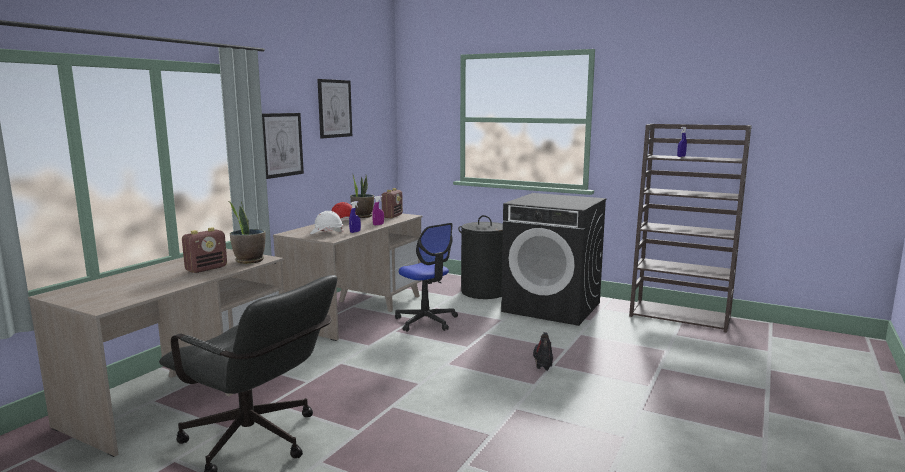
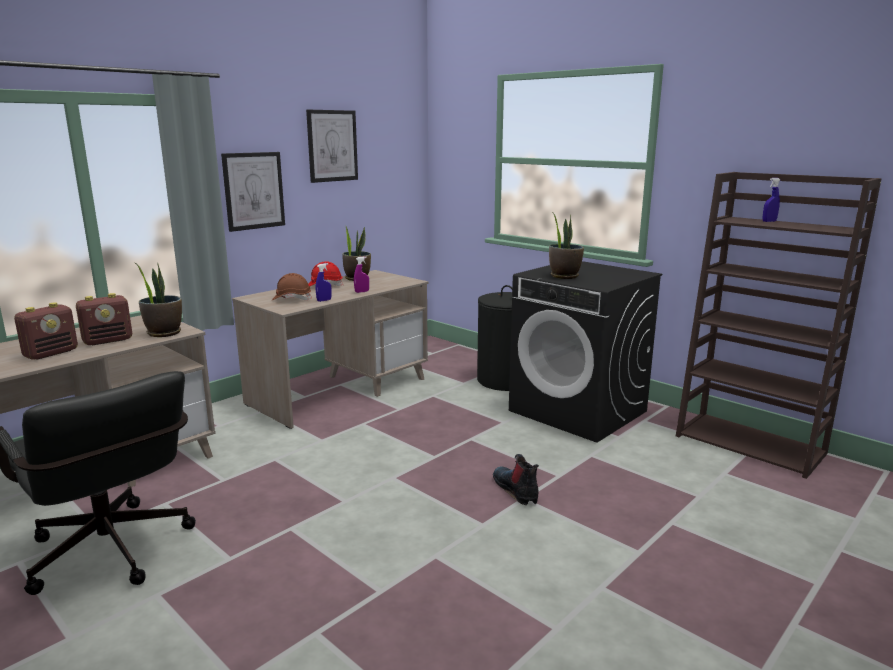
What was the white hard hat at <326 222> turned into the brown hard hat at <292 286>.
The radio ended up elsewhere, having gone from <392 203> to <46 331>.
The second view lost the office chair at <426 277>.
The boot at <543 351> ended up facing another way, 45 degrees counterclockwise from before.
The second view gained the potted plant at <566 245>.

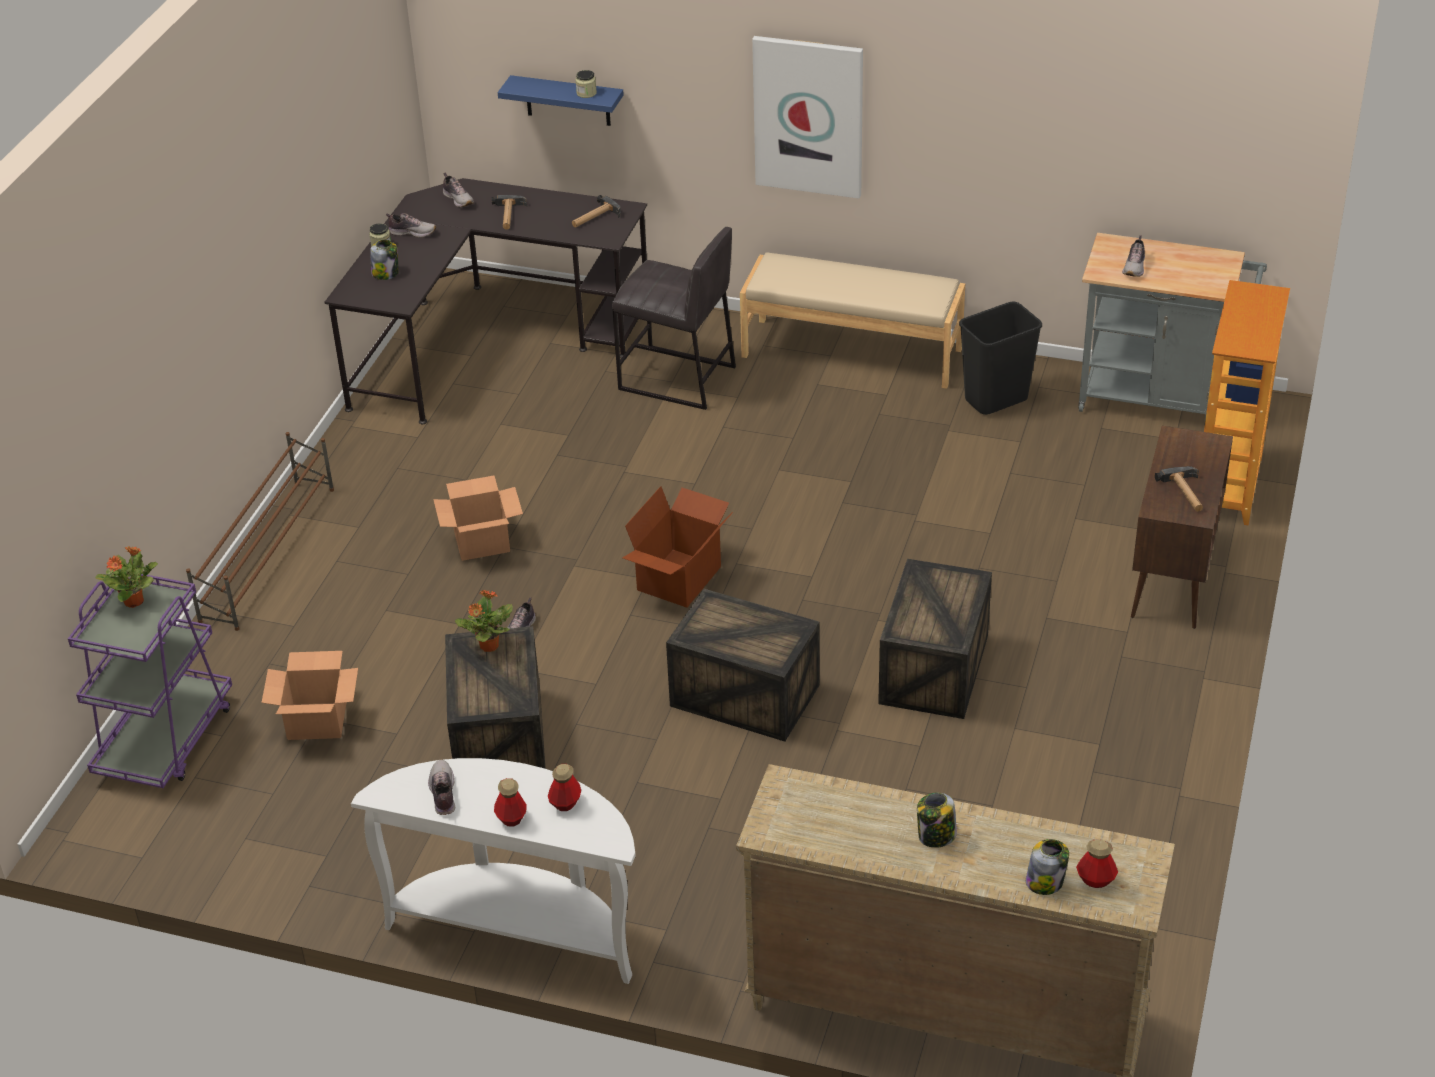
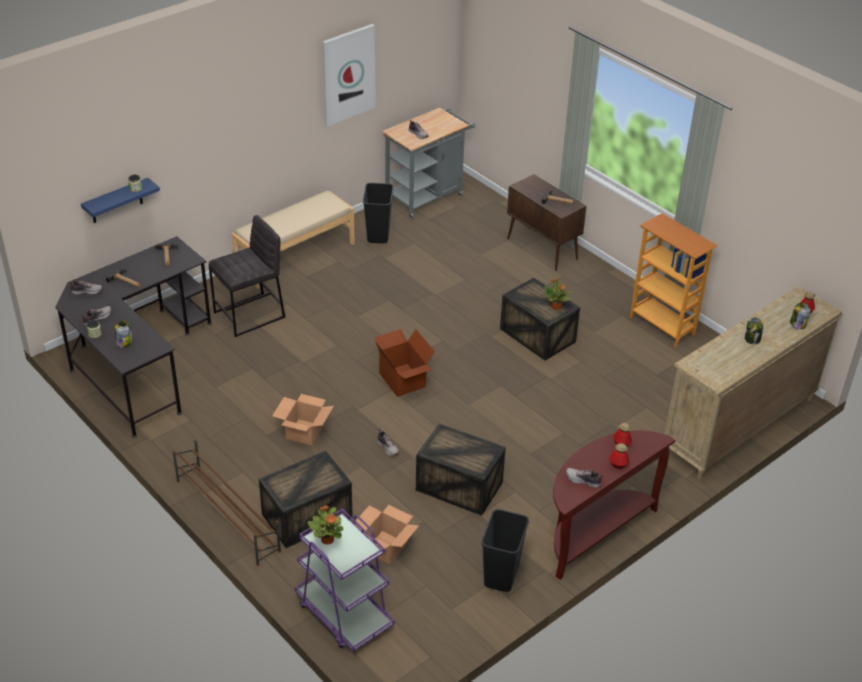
What was the white console table at <493 871> turned into the brown console table at <614 505>.
The potted plant ended up elsewhere, having gone from <484 621> to <558 294>.
The crate ended up elsewhere, having gone from <743 665> to <306 499>.
The picture ended up elsewhere, having gone from <807 117> to <349 75>.
The bookcase ended up elsewhere, having gone from <1247 402> to <674 280>.
The second view gained the black trash can at <505 550>.

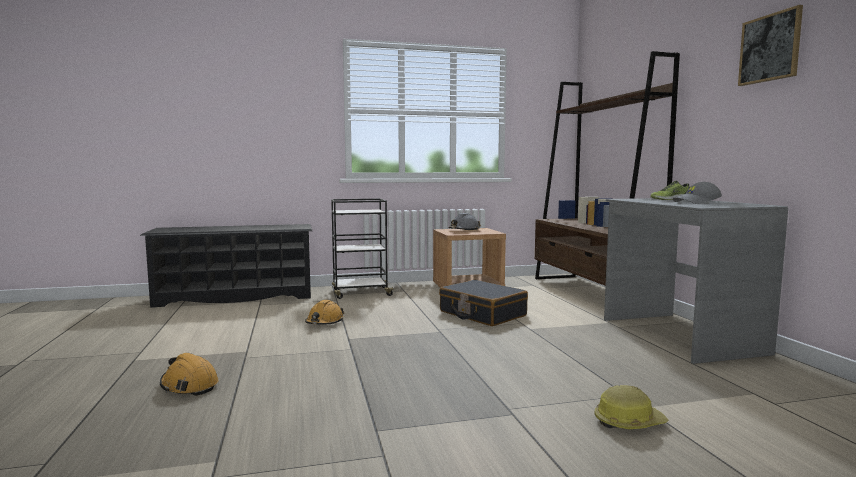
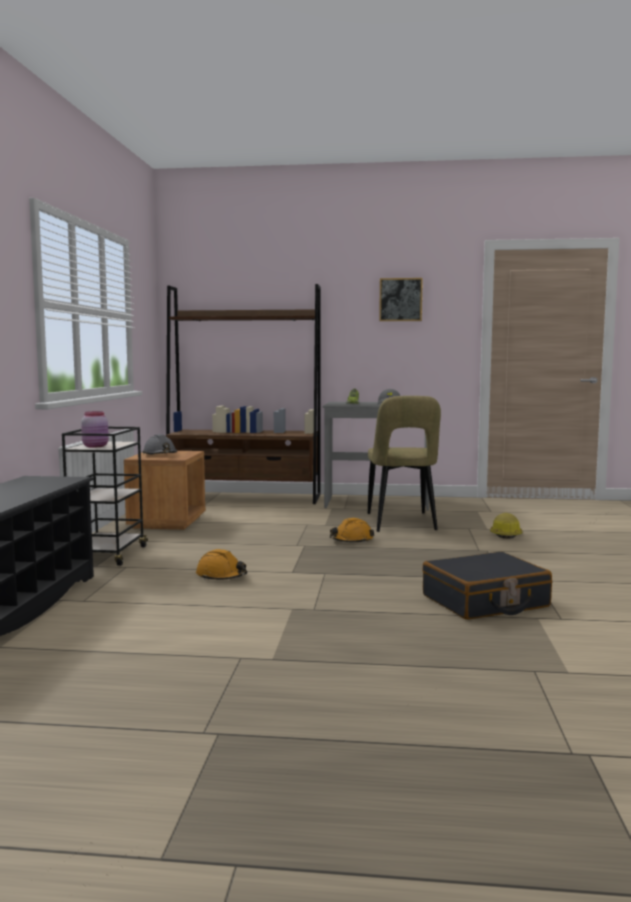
The orange hard hat ended up elsewhere, having gone from <189 374> to <352 530>.
The black suitcase ended up elsewhere, having gone from <483 303> to <487 586>.
The second view gained the pink jar at <95 429>.
The second view gained the beige chair at <404 464>.

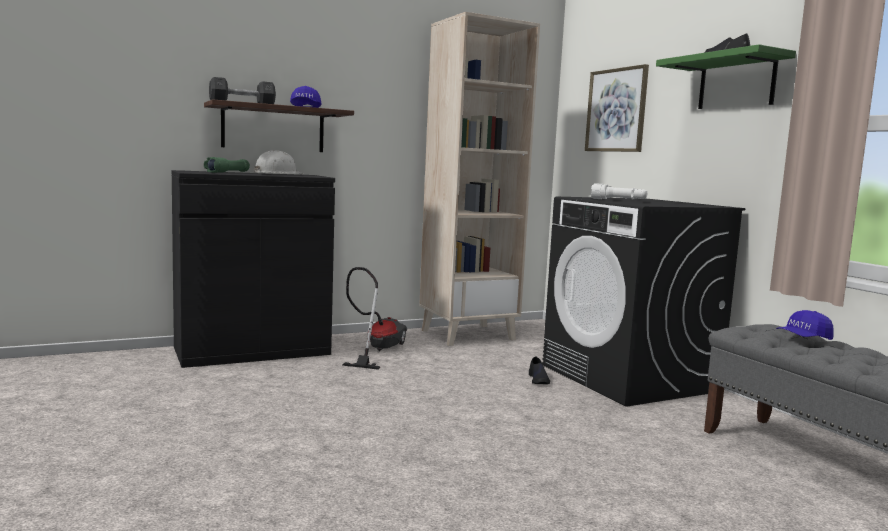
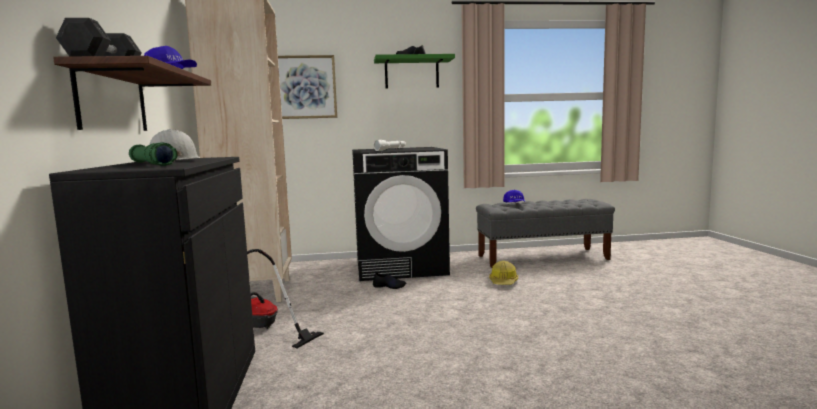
The second view gained the hard hat at <503 273>.

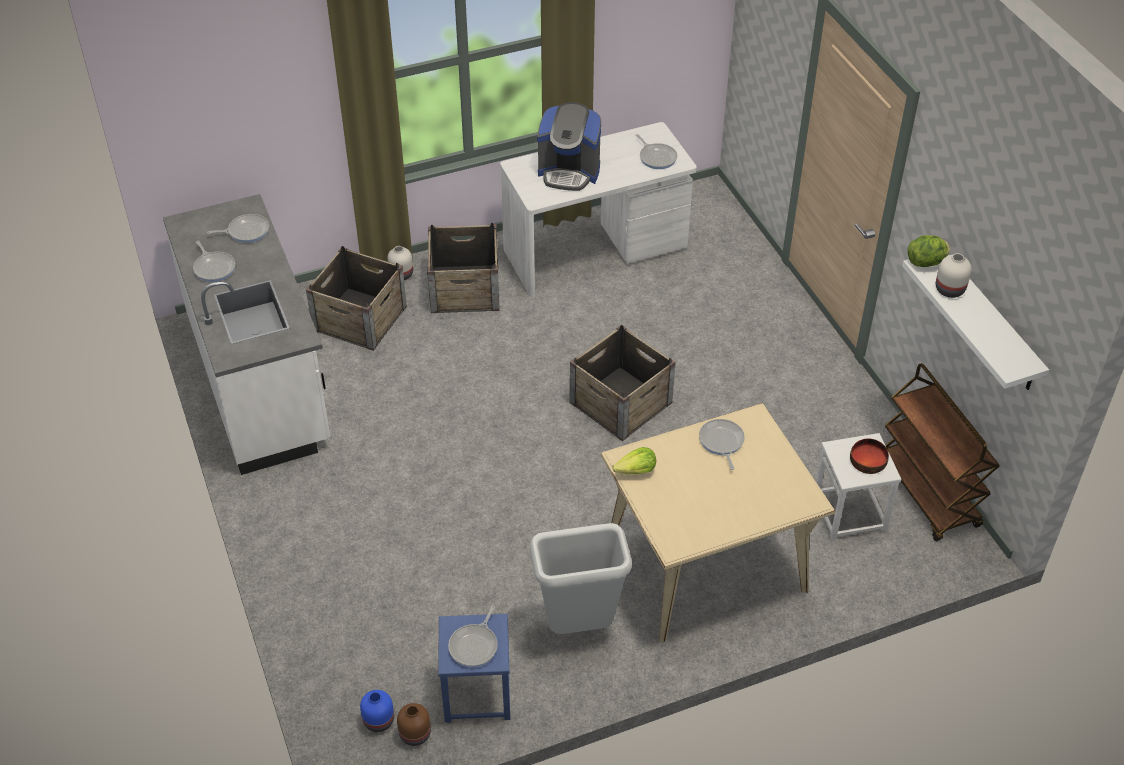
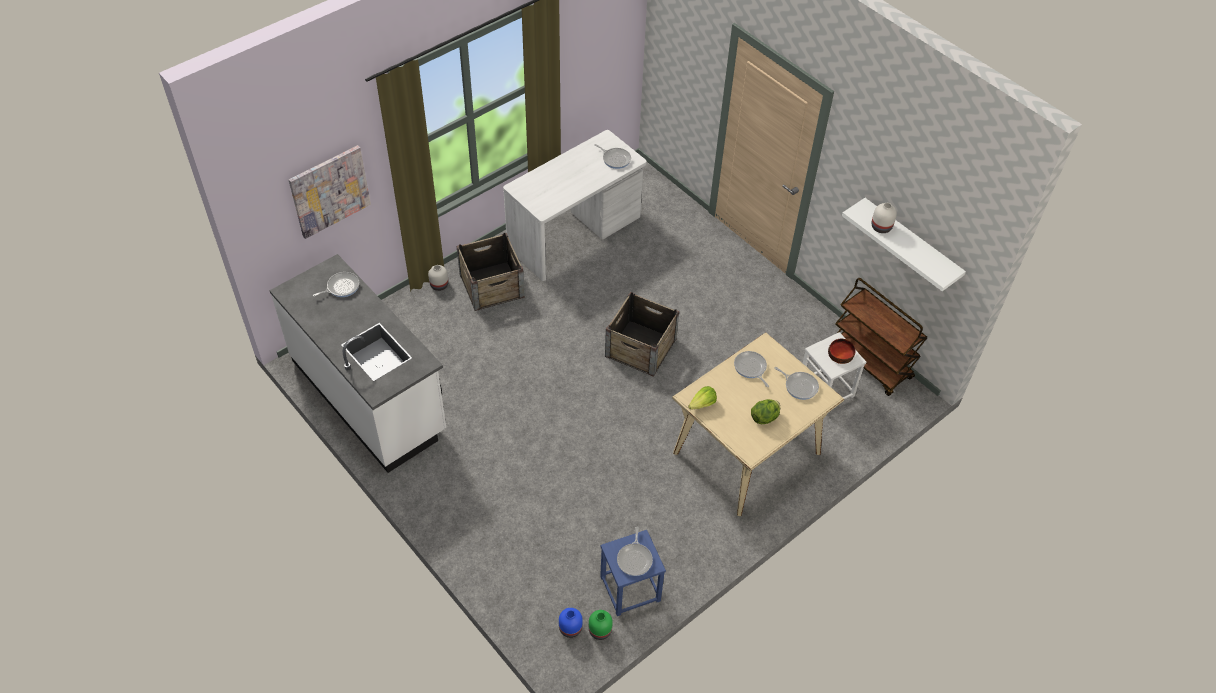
The frying pan ended up elsewhere, having gone from <214 261> to <796 383>.
The second view lost the crate at <356 298>.
What was the brown vase at <414 724> turned into the green vase at <601 625>.
The second view lost the grey trash can at <581 578>.
The second view lost the coffee machine at <569 146>.
The lettuce ended up elsewhere, having gone from <928 251> to <765 411>.
The second view gained the picture at <330 192>.

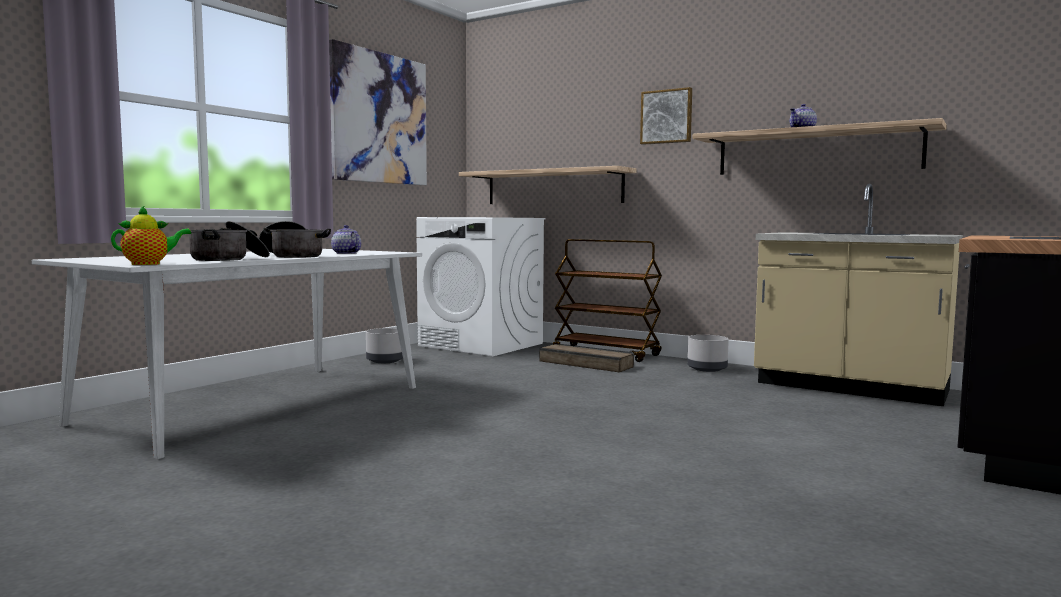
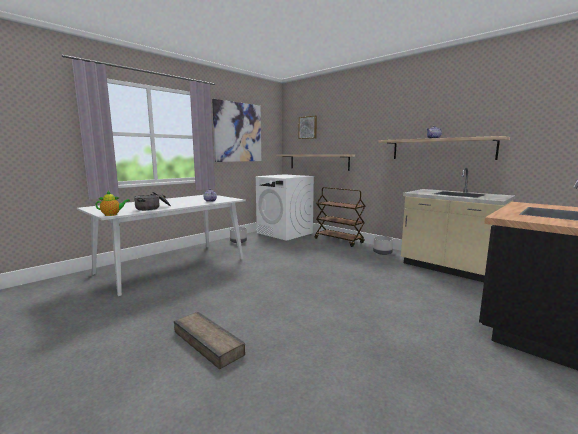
The second view lost the cooking pot at <295 239>.
The crate ended up elsewhere, having gone from <586 358> to <209 340>.
The picture ended up elsewhere, having gone from <666 116> to <308 127>.

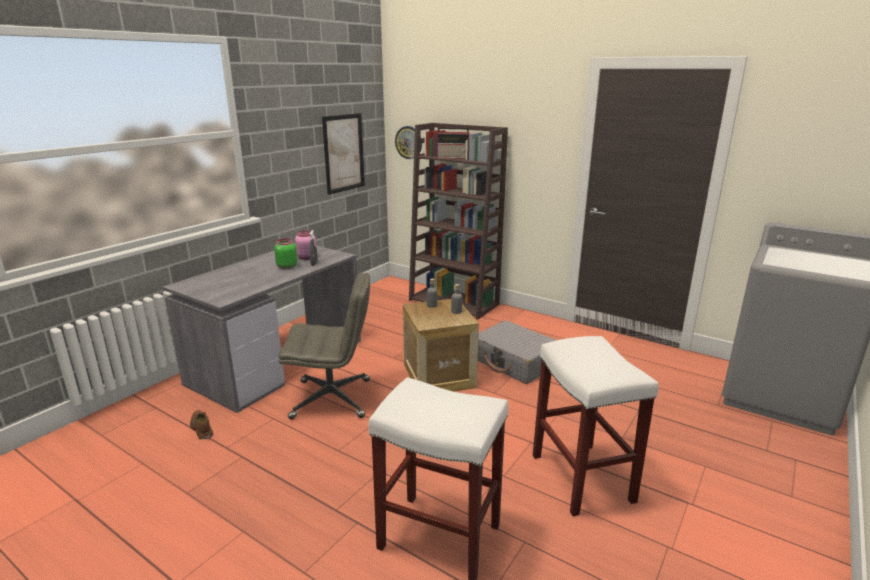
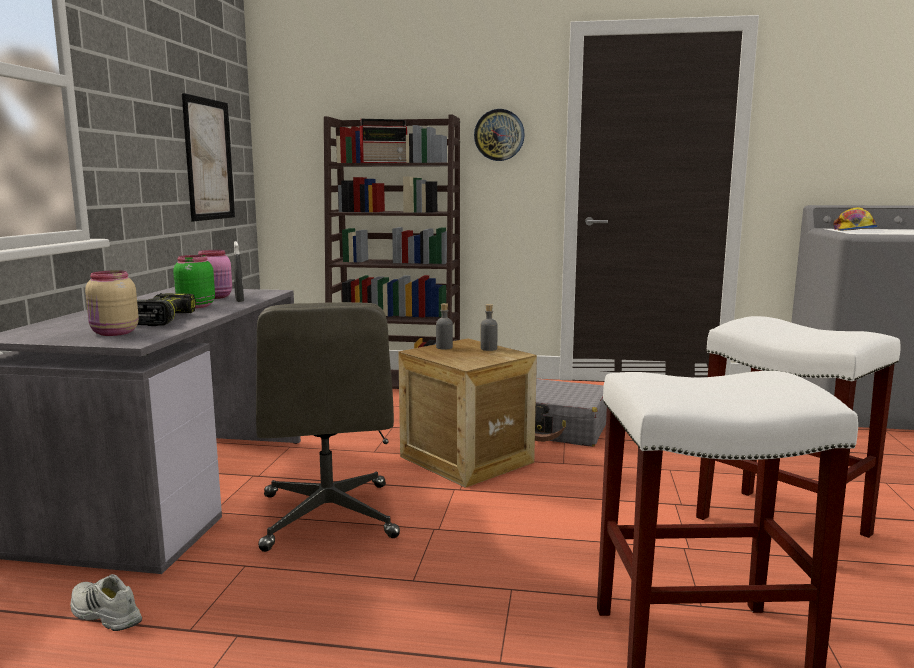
What was the brown shoe at <201 424> turned into the white shoe at <106 602>.
The grey office chair at <324 346> ended up facing another way, 105 degrees clockwise from before.
The wall clock ended up elsewhere, having gone from <408 142> to <499 135>.
The second view gained the beige jar at <112 303>.
The second view gained the power drill at <166 309>.
The second view gained the cap at <856 219>.

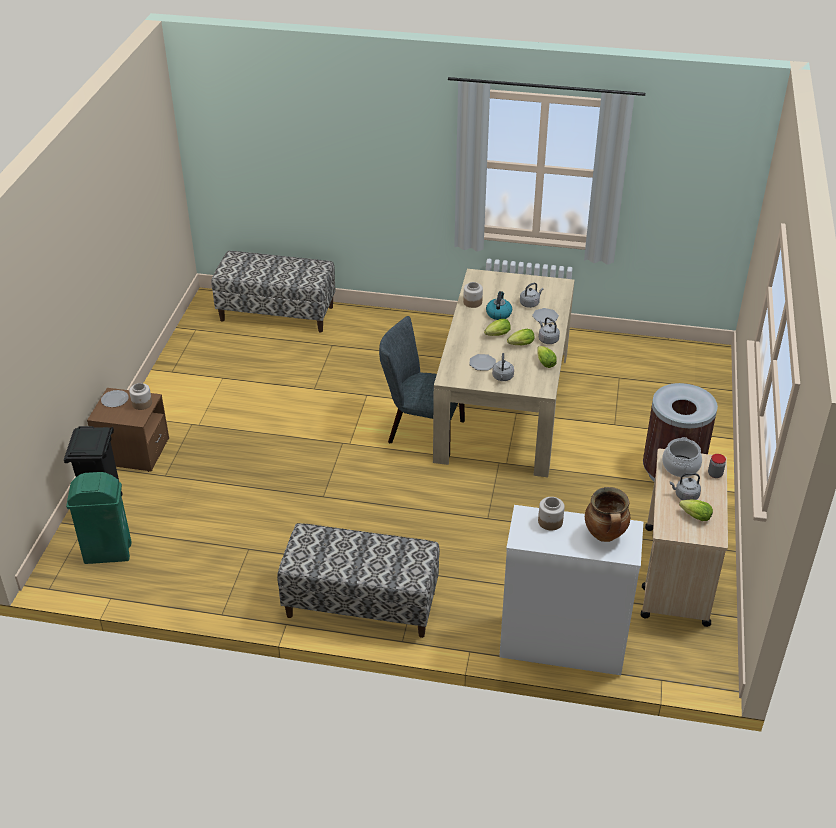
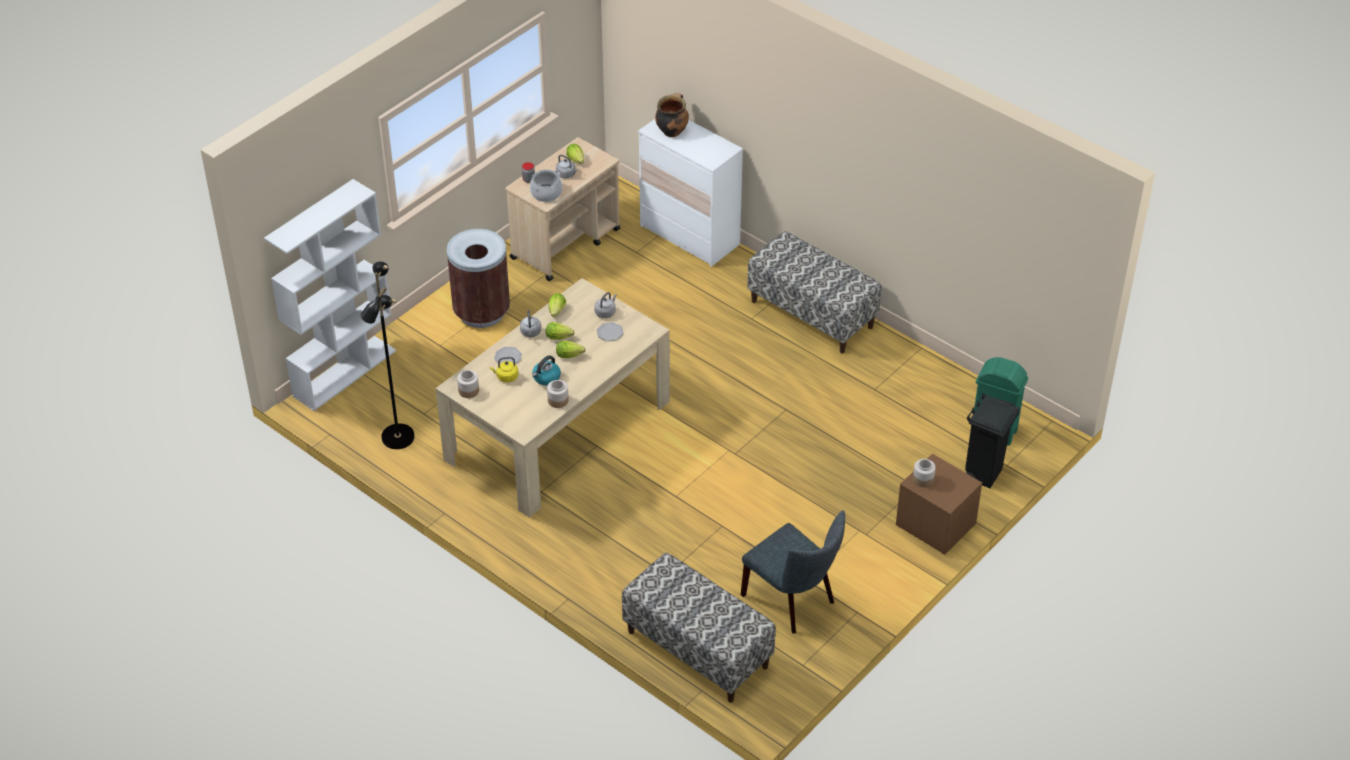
The second view lost the plate at <115 398>.
The grey chair ended up elsewhere, having gone from <422 386> to <793 571>.
What was the grey kettle at <531 295> turned into the yellow kettle at <504 370>.
The jar ended up elsewhere, having gone from <551 514> to <468 384>.
The second view gained the white bookcase at <330 295>.
The second view gained the black floor lamp at <387 355>.

